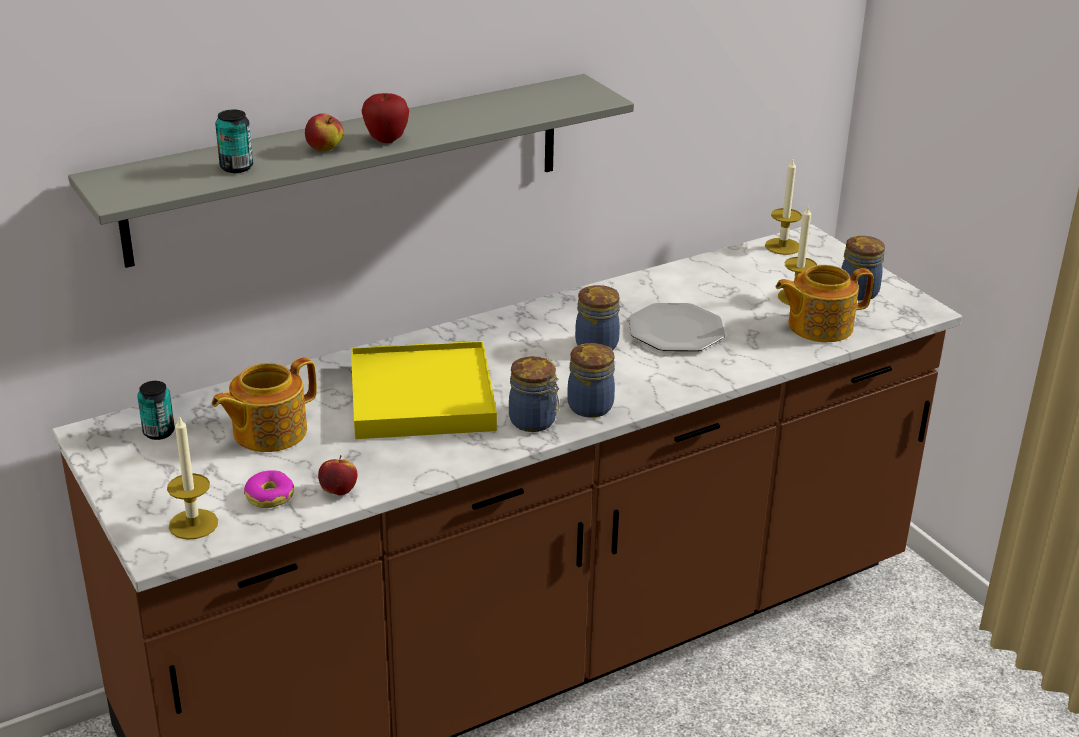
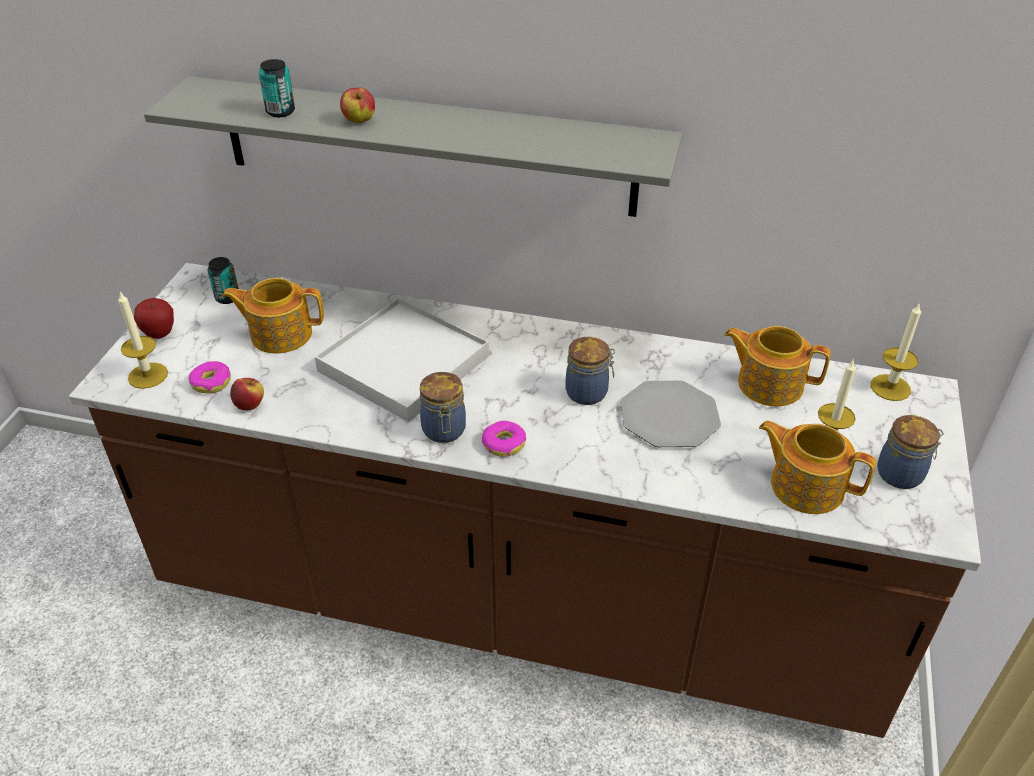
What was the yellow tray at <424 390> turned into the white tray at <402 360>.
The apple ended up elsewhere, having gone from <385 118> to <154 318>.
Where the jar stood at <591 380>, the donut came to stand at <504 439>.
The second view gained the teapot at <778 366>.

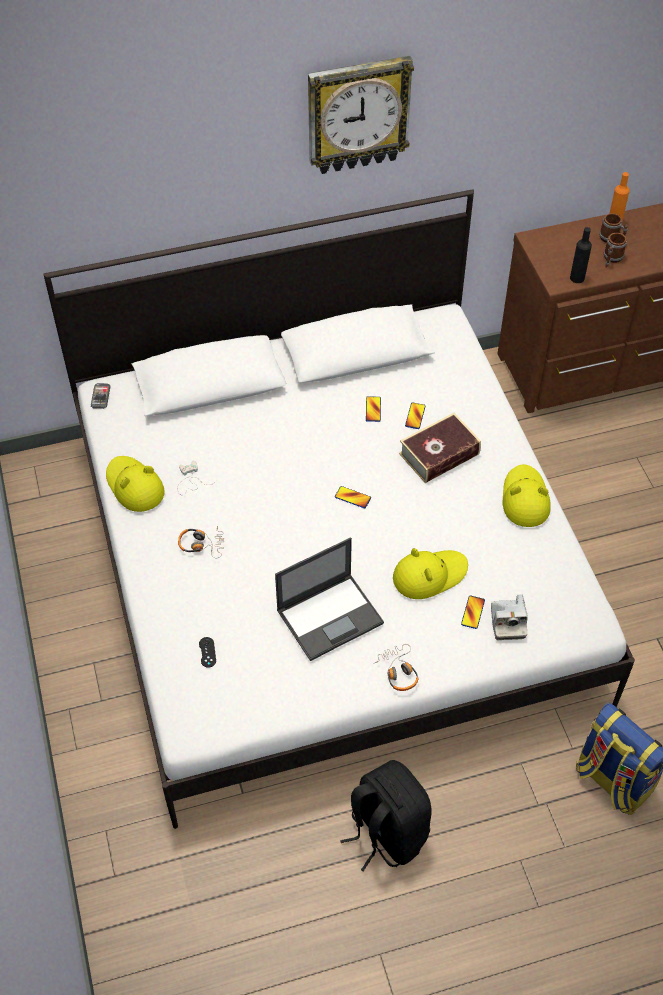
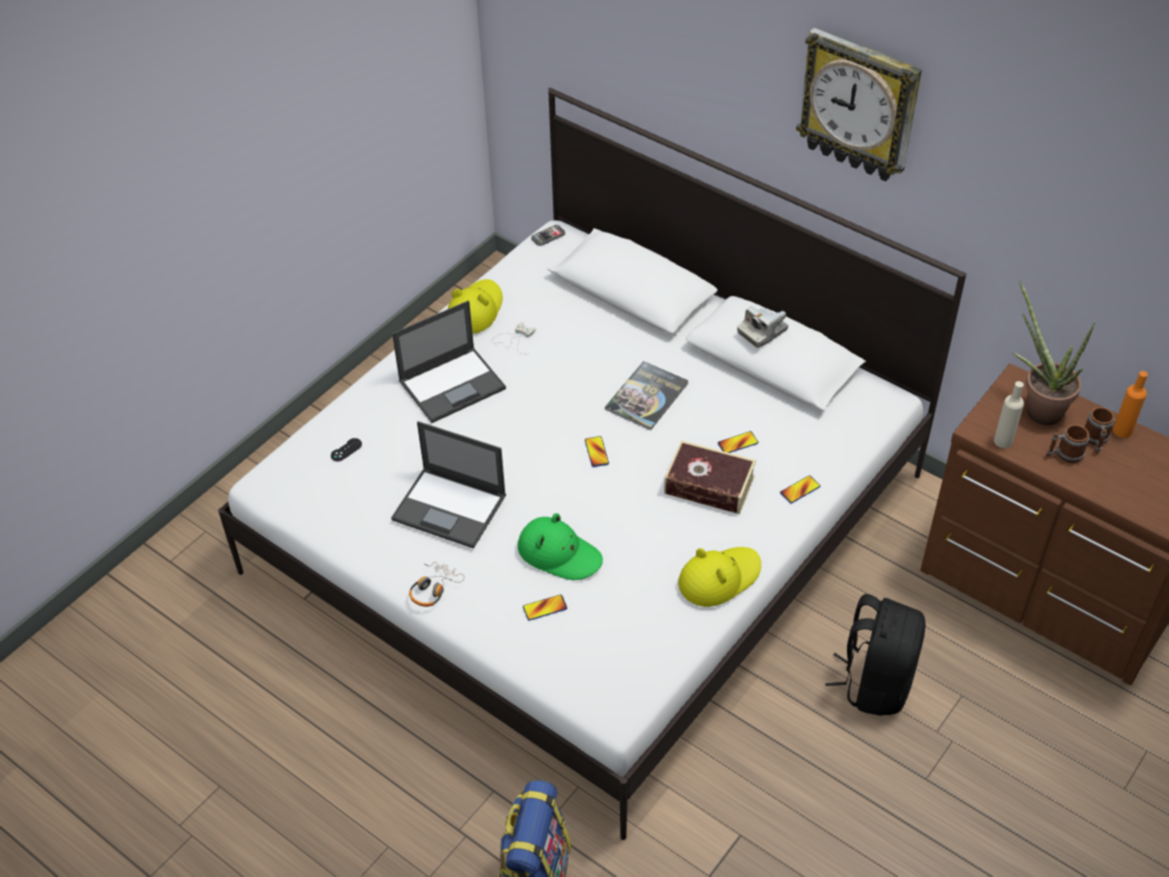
Where the headphones stood at <201 542>, the laptop came to stand at <449 362>.
The black backpack ended up elsewhere, having gone from <385 815> to <875 655>.
The phone ended up elsewhere, having gone from <373 409> to <800 489>.
What was the yellow hat at <430 573> turned into the green hat at <560 546>.
The photo camera ended up elsewhere, having gone from <509 617> to <763 327>.
What was the black bottle at <581 255> turned into the beige bottle at <1009 414>.
The second view gained the book at <647 395>.
The second view gained the potted plant at <1054 353>.

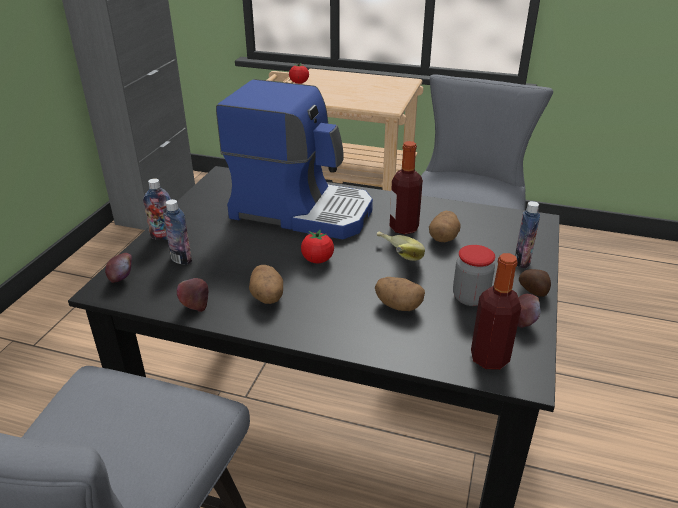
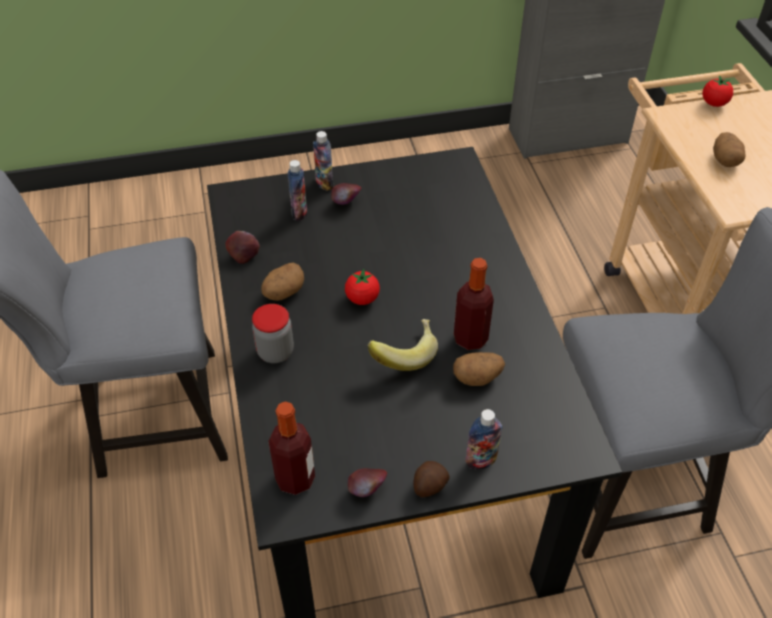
The apple ended up elsewhere, having gone from <118 268> to <346 194>.
The second view lost the coffee machine at <294 159>.
The potato ended up elsewhere, having gone from <400 294> to <729 149>.
The jar ended up elsewhere, having gone from <474 275> to <273 333>.

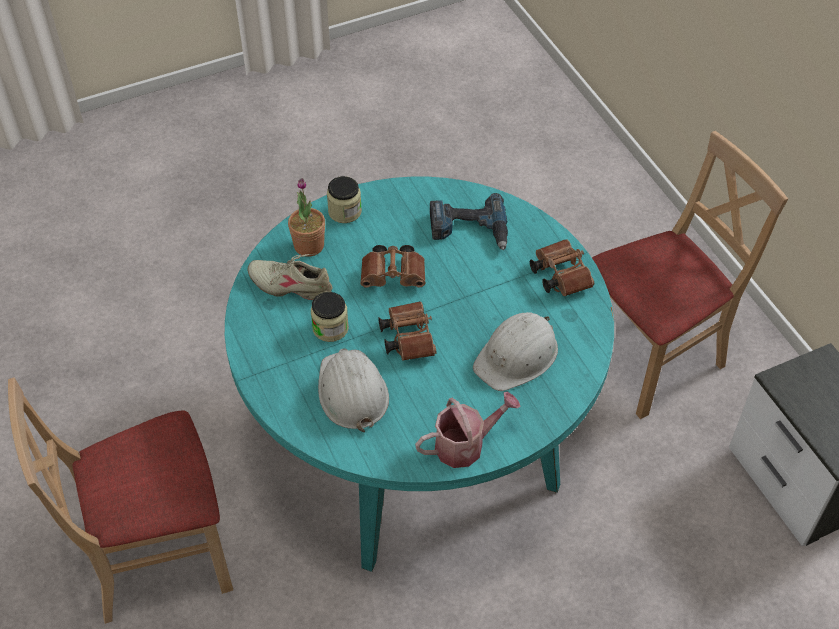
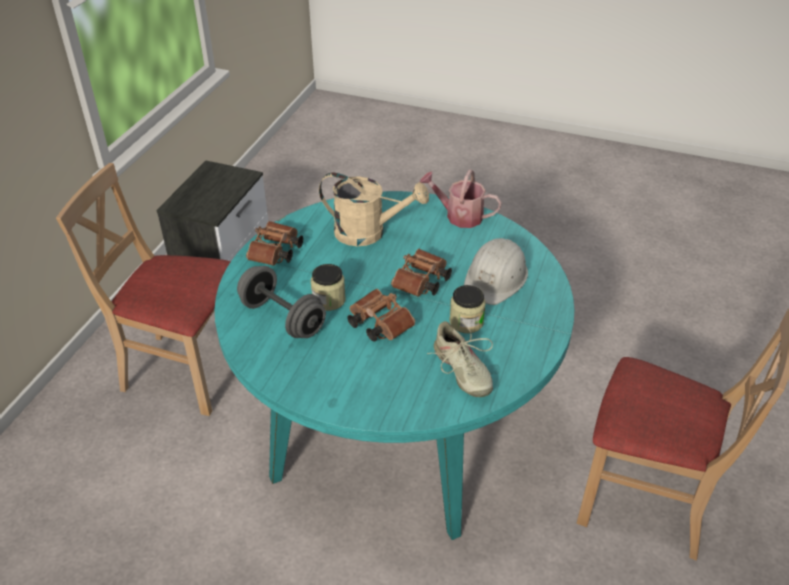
The second view lost the potted plant at <306 217>.
The jar ended up elsewhere, having gone from <344 199> to <328 287>.
Where the power drill stood at <469 221>, the grey dumbbell came to stand at <281 302>.
Where the white hard hat stood at <515 351>, the beige watering can came to stand at <374 209>.

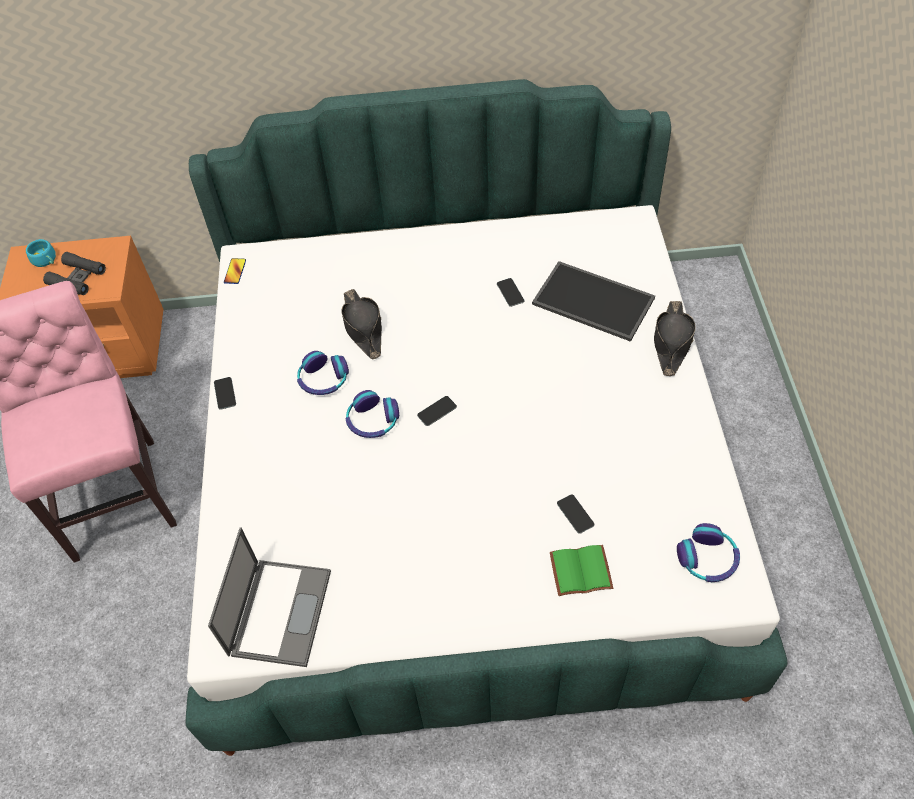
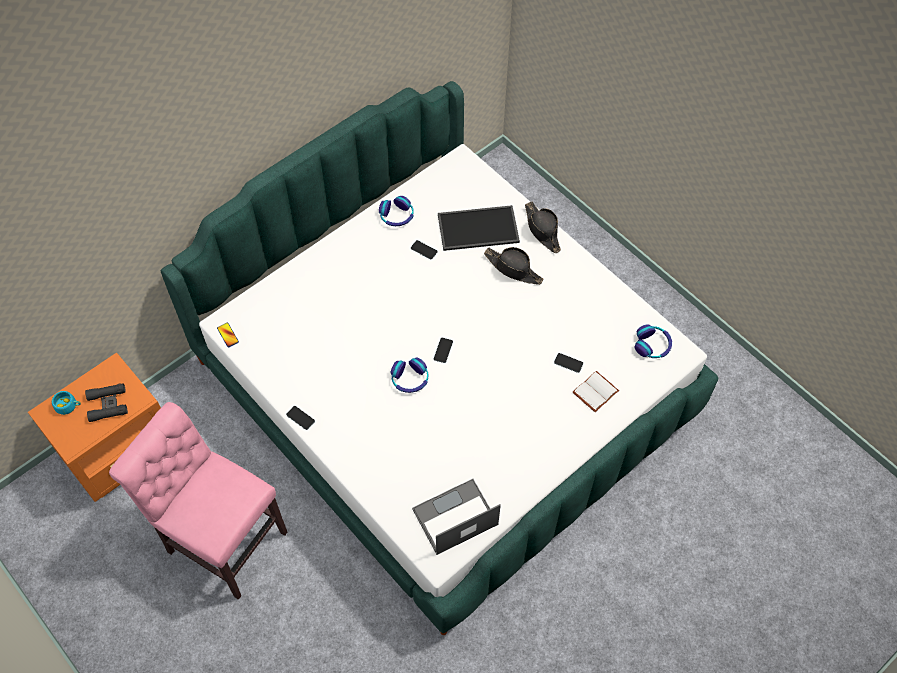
The laptop at <269 597> ended up facing another way, 90 degrees counterclockwise from before.
The headphones ended up elsewhere, having gone from <323 373> to <396 211>.
The black hat ended up elsewhere, having gone from <361 324> to <514 266>.
What was the green book at <581 570> turned into the white book at <596 391>.

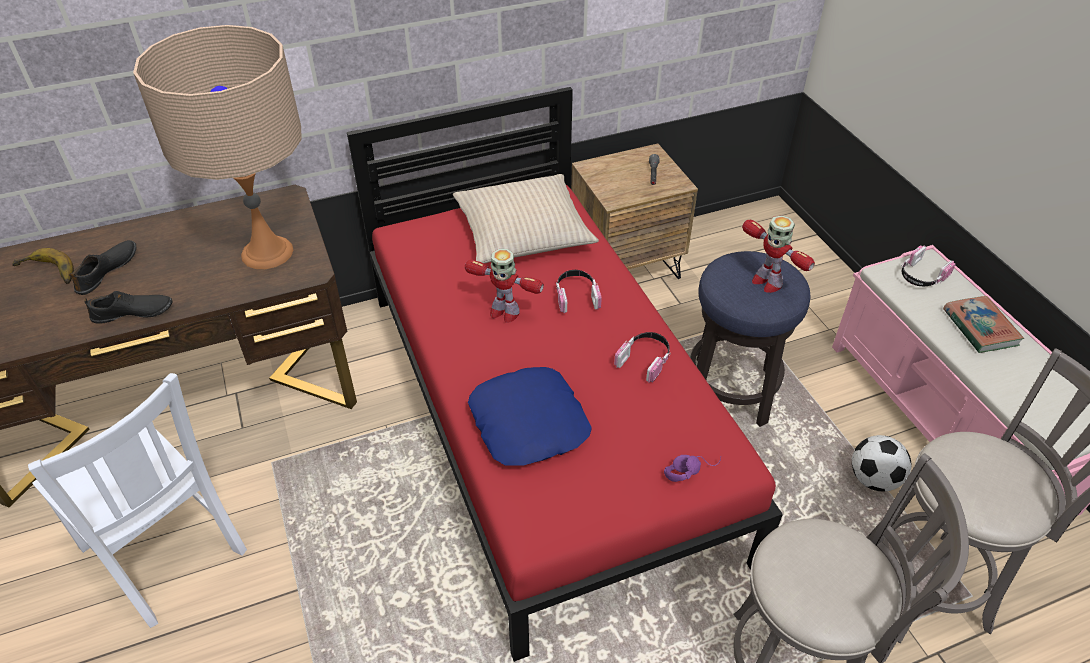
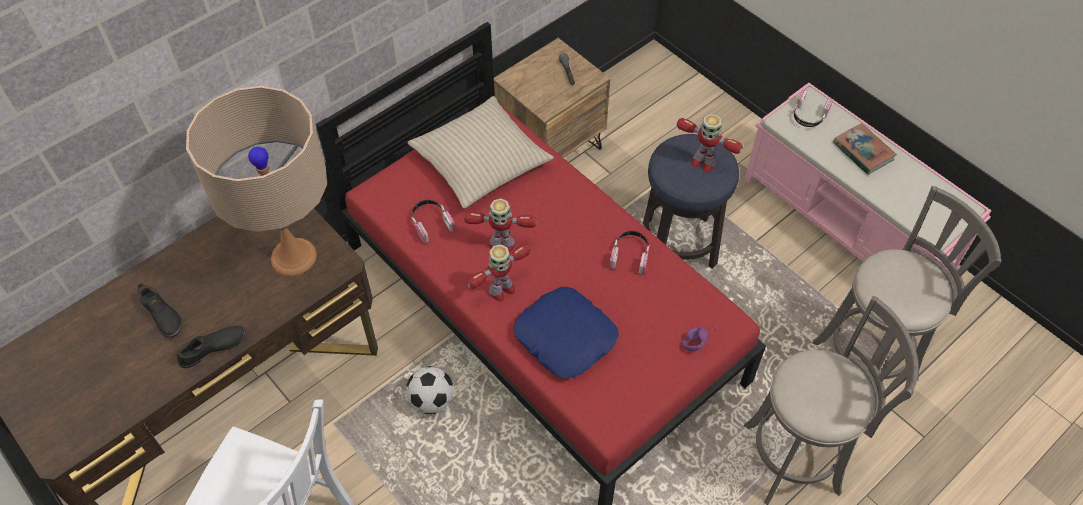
The second view lost the banana at <43 266>.
The black shoe at <103 267> ended up facing another way, 135 degrees clockwise from before.
The headphones ended up elsewhere, having gone from <579 291> to <433 221>.
The football ended up elsewhere, having gone from <881 463> to <430 390>.
The second view gained the toy robot at <498 272>.

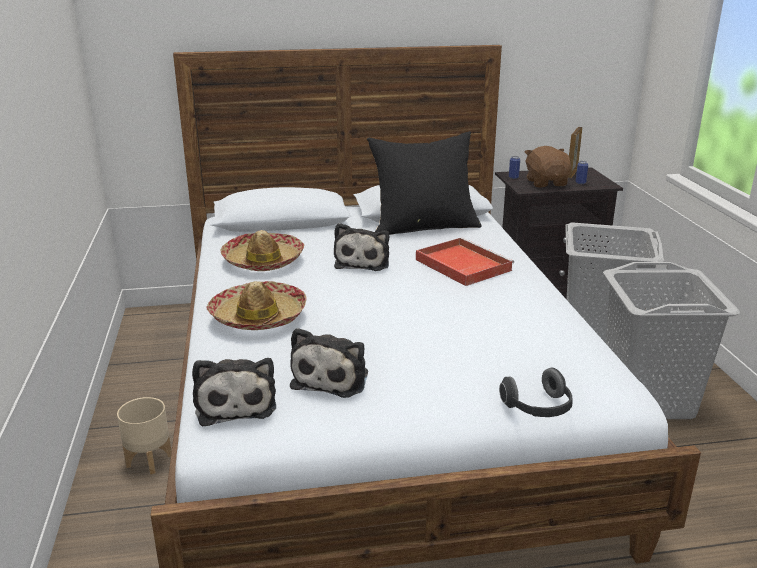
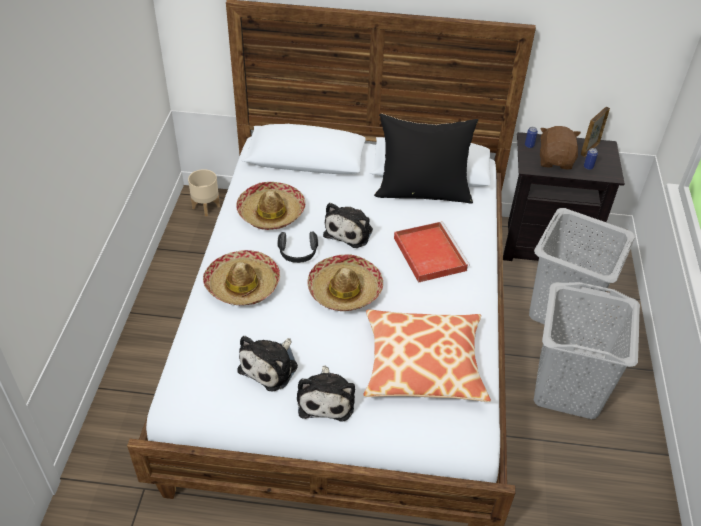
The beige planter ended up elsewhere, having gone from <144 436> to <204 192>.
The plush toy ended up elsewhere, having gone from <234 392> to <326 393>.
The headphones ended up elsewhere, having gone from <536 392> to <298 247>.
The second view gained the hat at <345 283>.
The second view gained the pillow at <427 355>.

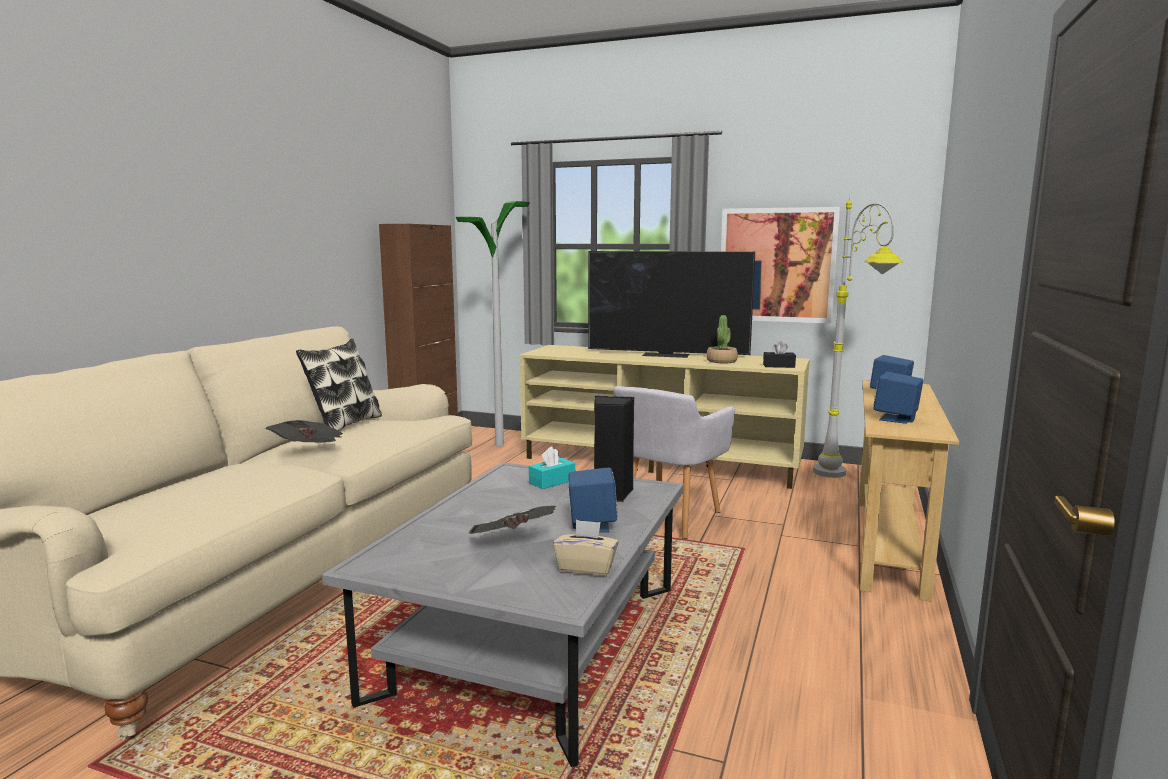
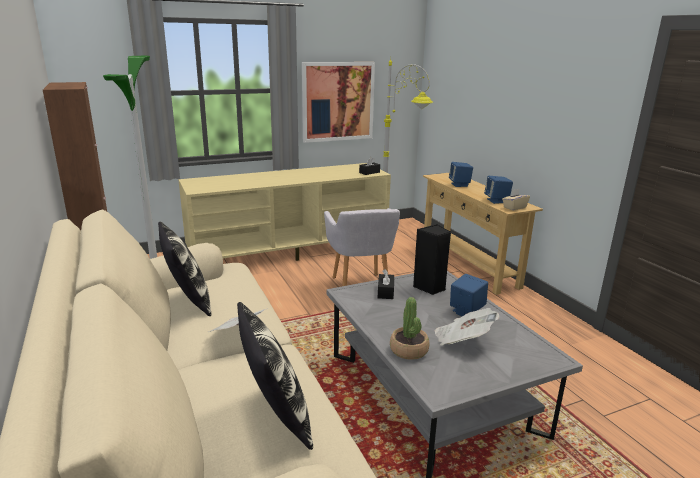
What was the turquoise tissue box at <552 467> turned into the black tissue box at <386 284>.
The beige tissue box ended up elsewhere, having gone from <586 547> to <516 200>.
The second view lost the television at <671 304>.
The potted plant ended up elsewhere, having gone from <722 339> to <409 328>.
The second view gained the pillow at <275 376>.

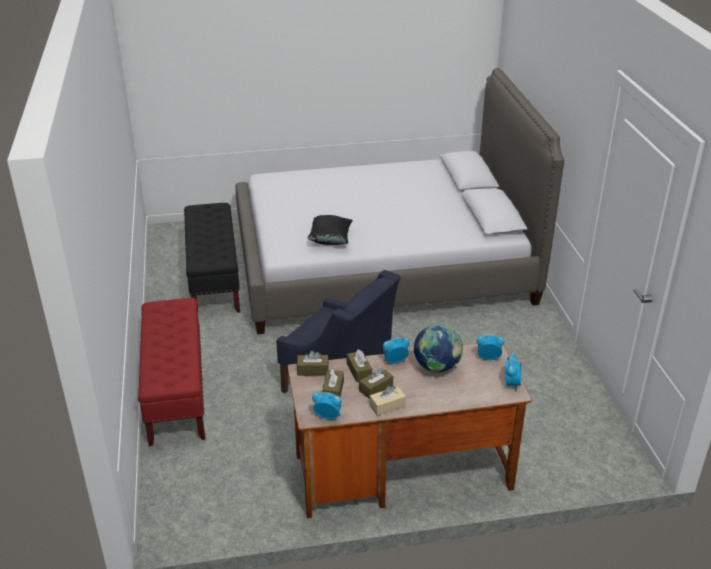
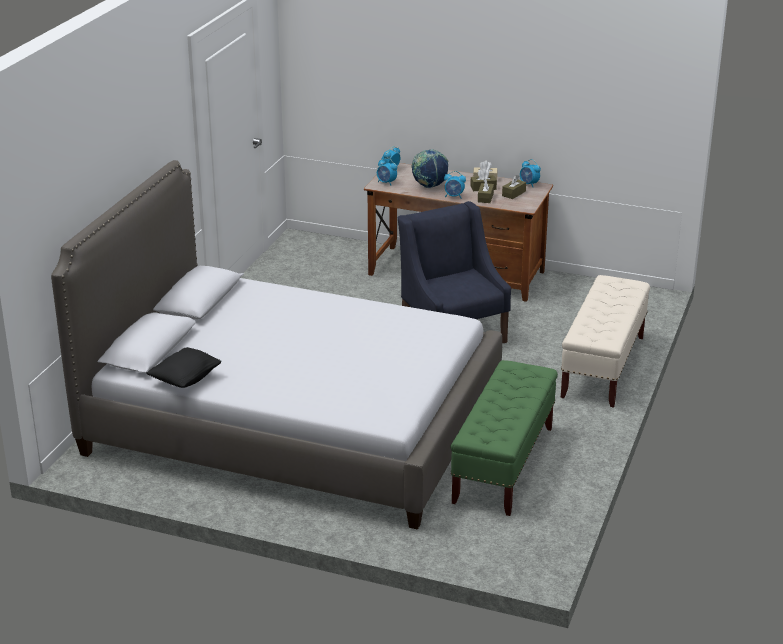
What was the red bench at <171 372> turned into the beige bench at <605 341>.
What was the black bench at <212 258> turned into the green bench at <504 438>.
The second view lost the brown tissue box at <313 363>.
The black pillow ended up elsewhere, having gone from <330 230> to <184 367>.

